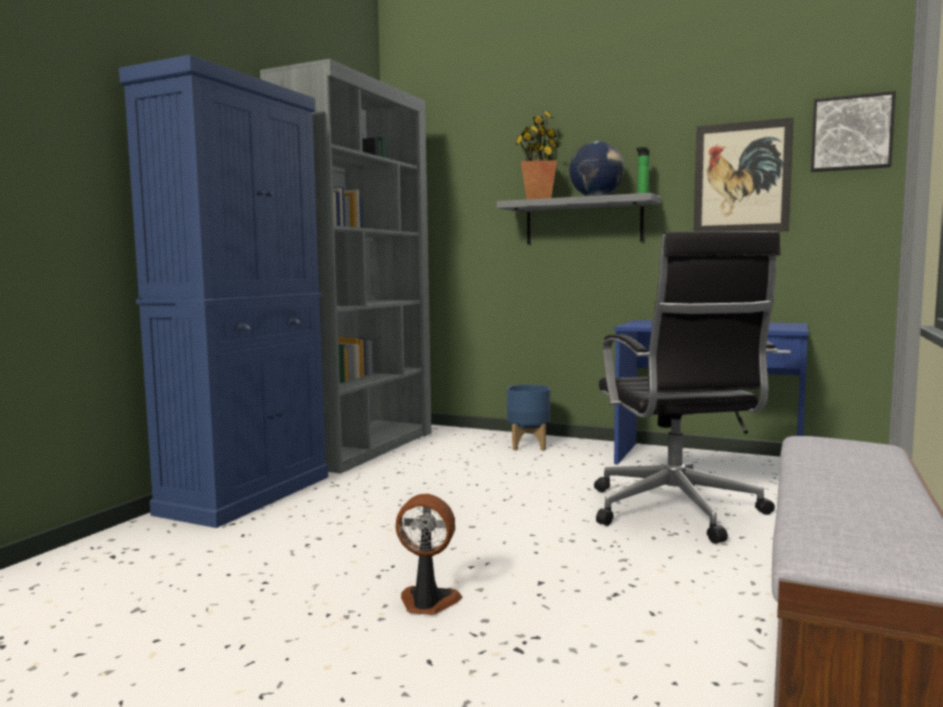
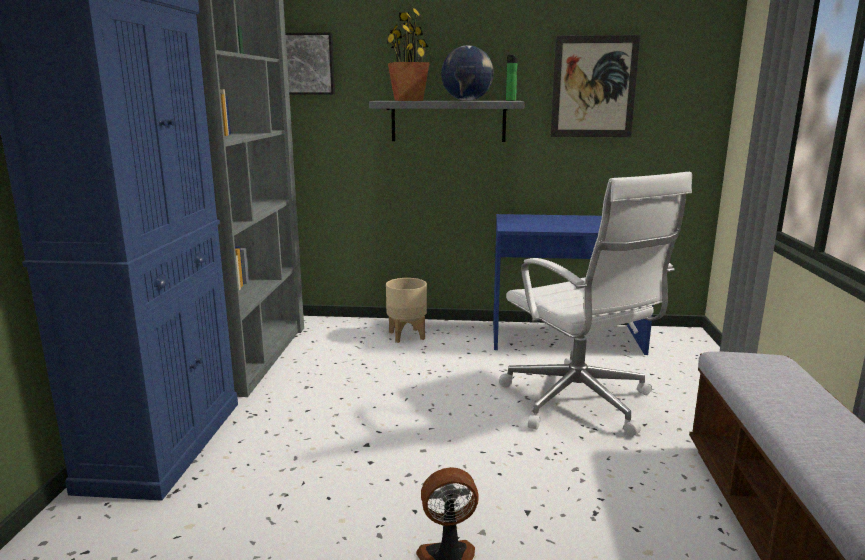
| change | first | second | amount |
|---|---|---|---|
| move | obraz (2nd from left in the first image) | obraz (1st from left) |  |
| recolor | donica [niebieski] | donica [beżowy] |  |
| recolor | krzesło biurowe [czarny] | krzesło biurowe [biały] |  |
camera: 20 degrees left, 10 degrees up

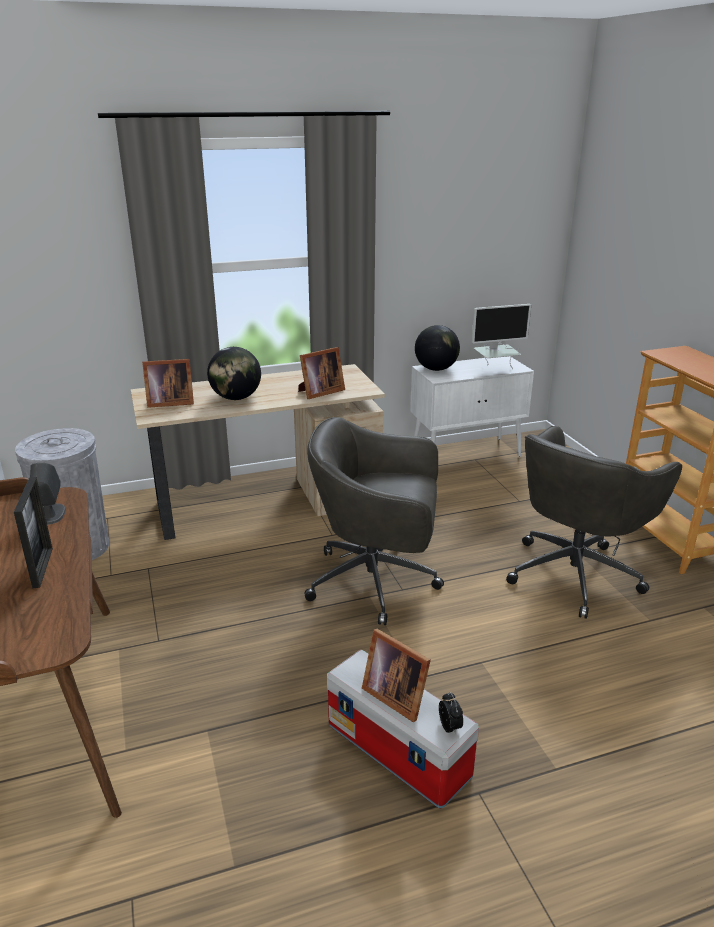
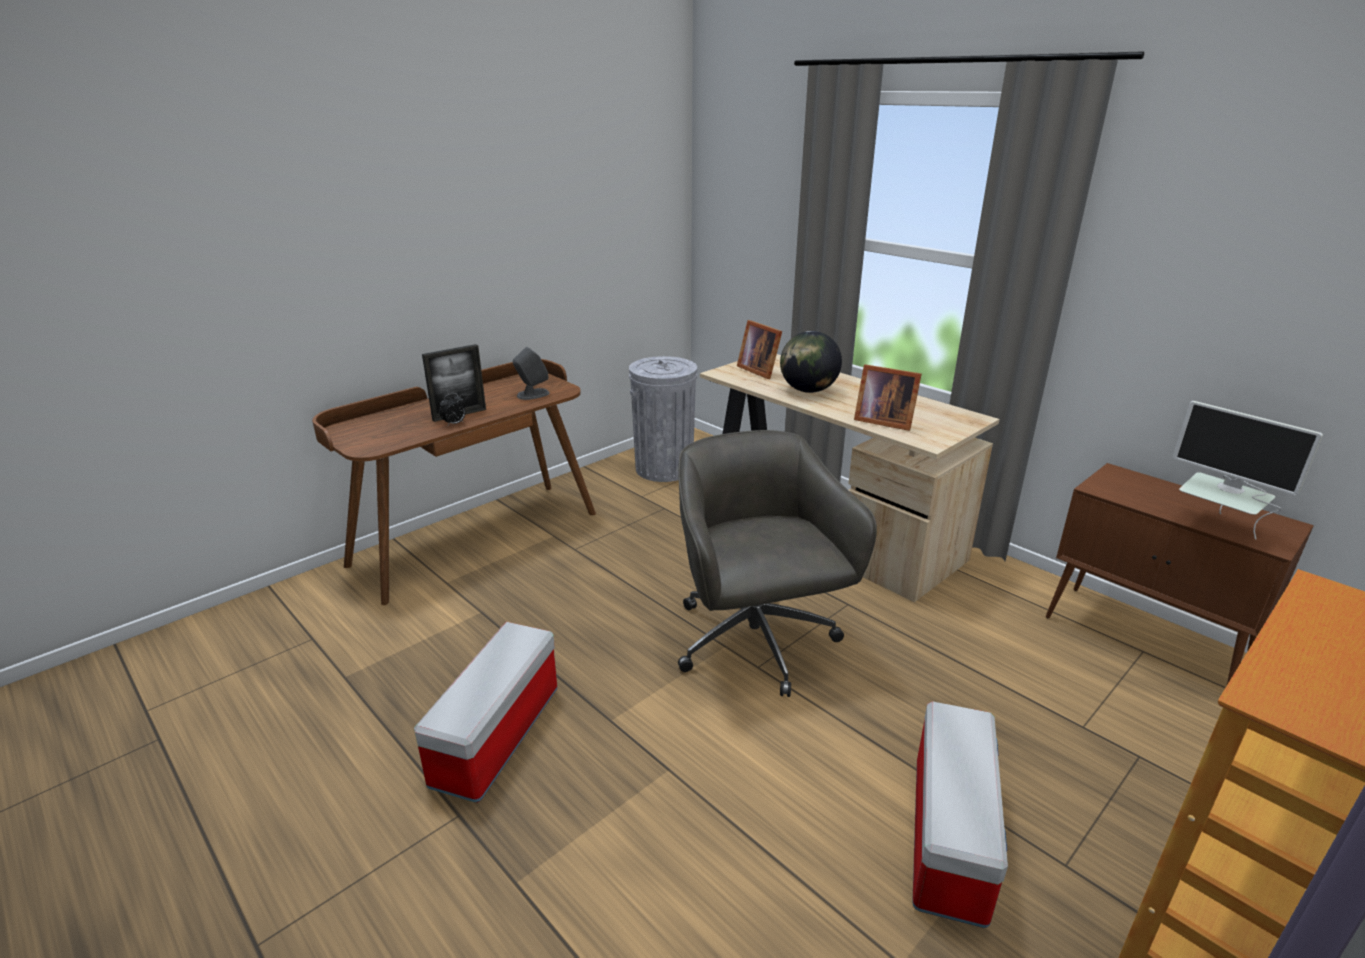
| change | first | second | amount |
|---|---|---|---|
| move | budzik |  |  |
| replace | krzesło biurowe [szary] (2nd from left) | pojemnik do przechowywania (2nd from left) |  |
| recolor | szafka [biały] | szafka [brązowy] |  |
| delete | ramka na zdjęcie (4th from left) |  |  |
| delete | globus (2nd from left) |  |  |
camera: 65 degrees right, 0 degrees up

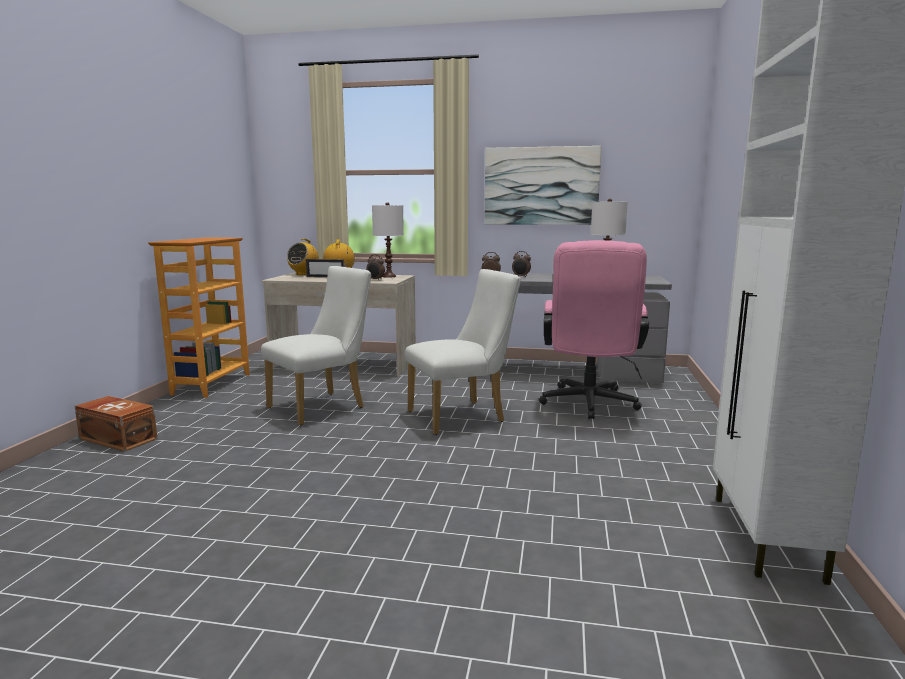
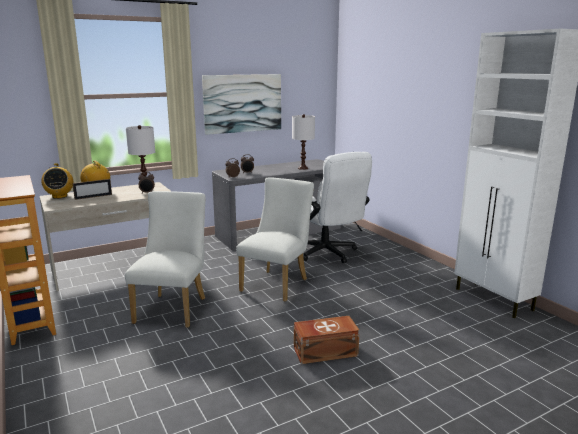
| change | first | second | amount |
|---|---|---|---|
| move | pojemnik do przechowywania [brązowy] |  |  |
| recolor | krzesło biurowe [różowy] | krzesło biurowe [biały] |  |
camera: 40 degrees left, 5 degrees up

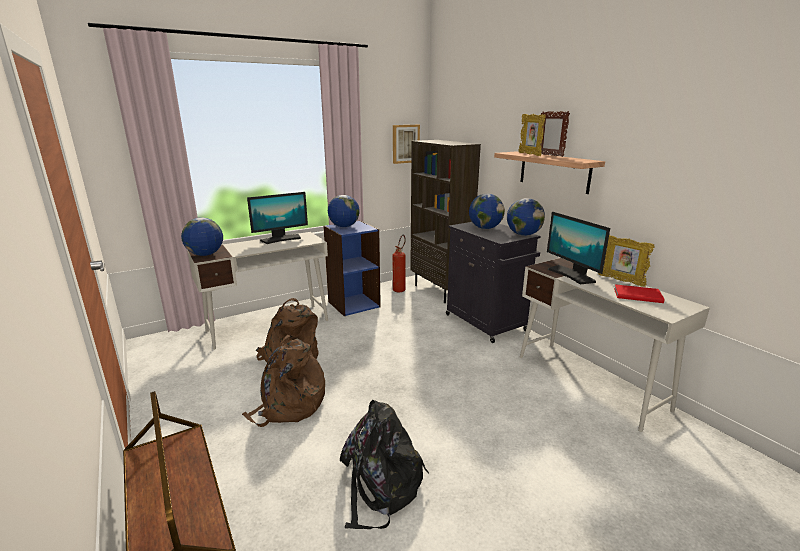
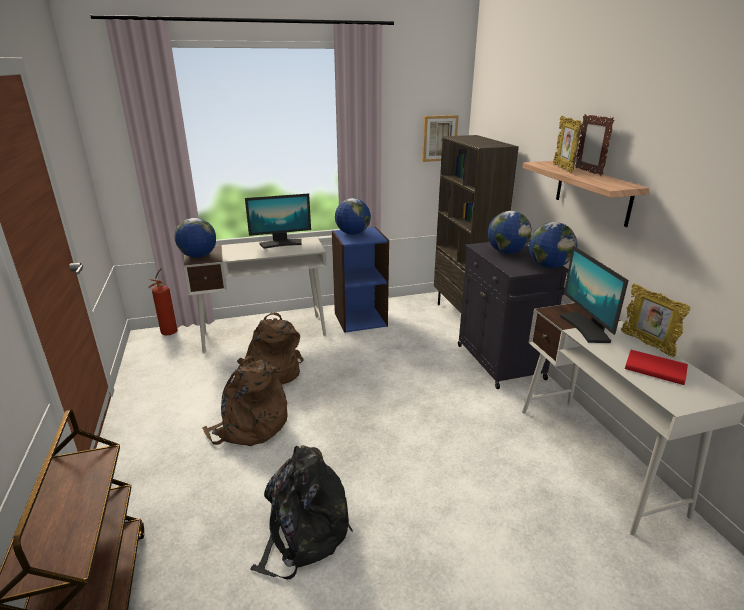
| change | first | second | amount |
|---|---|---|---|
| move | gaśnica |  |  |
camera: 15 degrees right, 5 degrees up

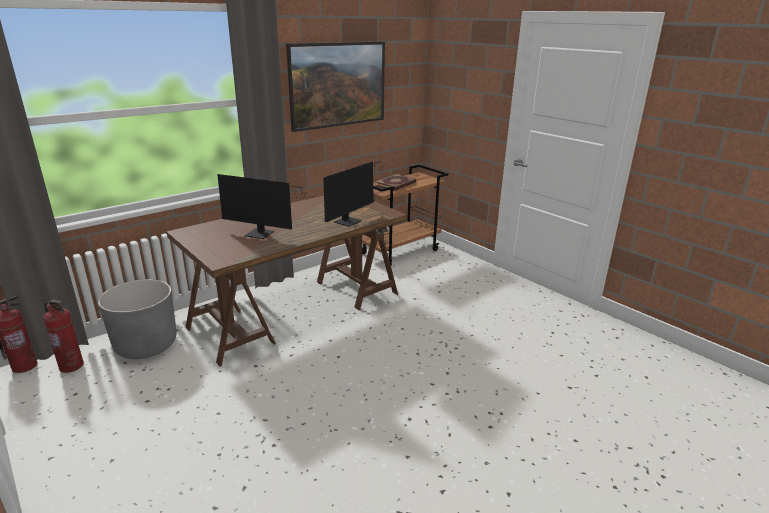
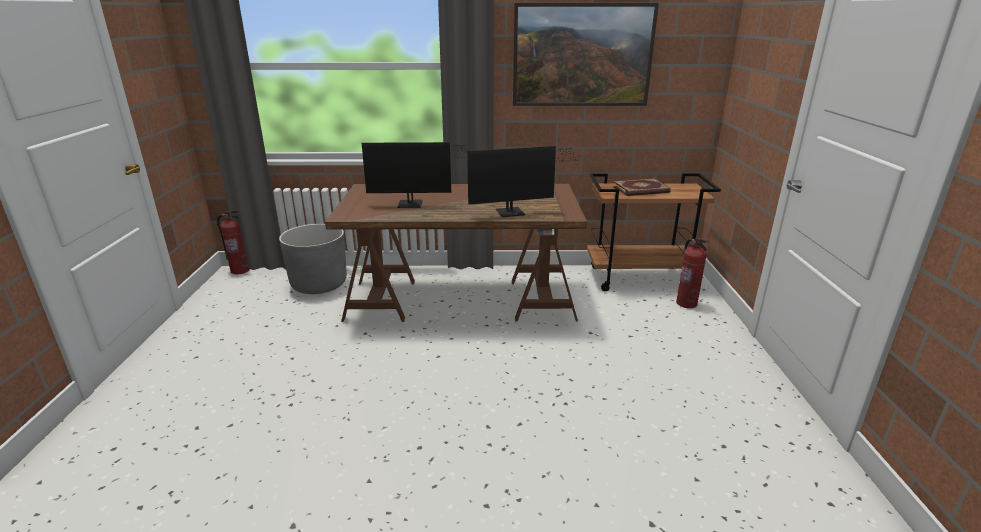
| change | first | second | amount |
|---|---|---|---|
| rotate | monitor (1st from left) |  | 60 degrees counterclockwise |
| move | gaśnica (2nd from left) |  |  |
camera: 40 degrees right, 0 degrees up

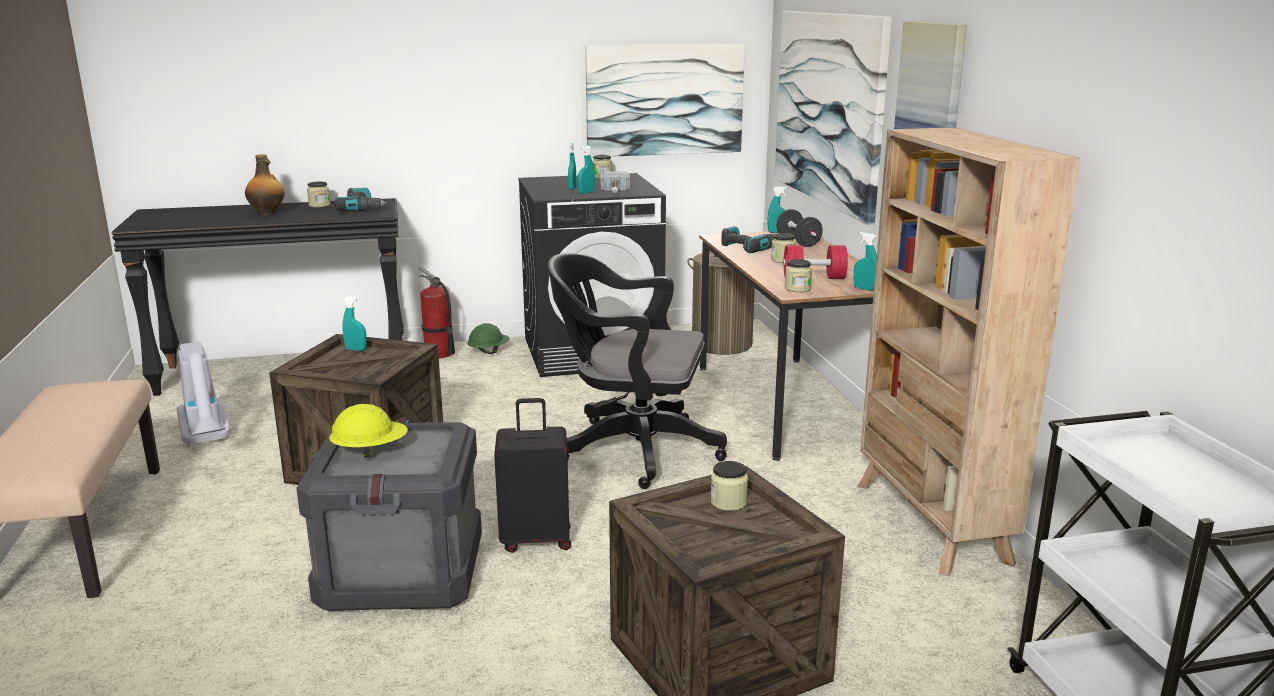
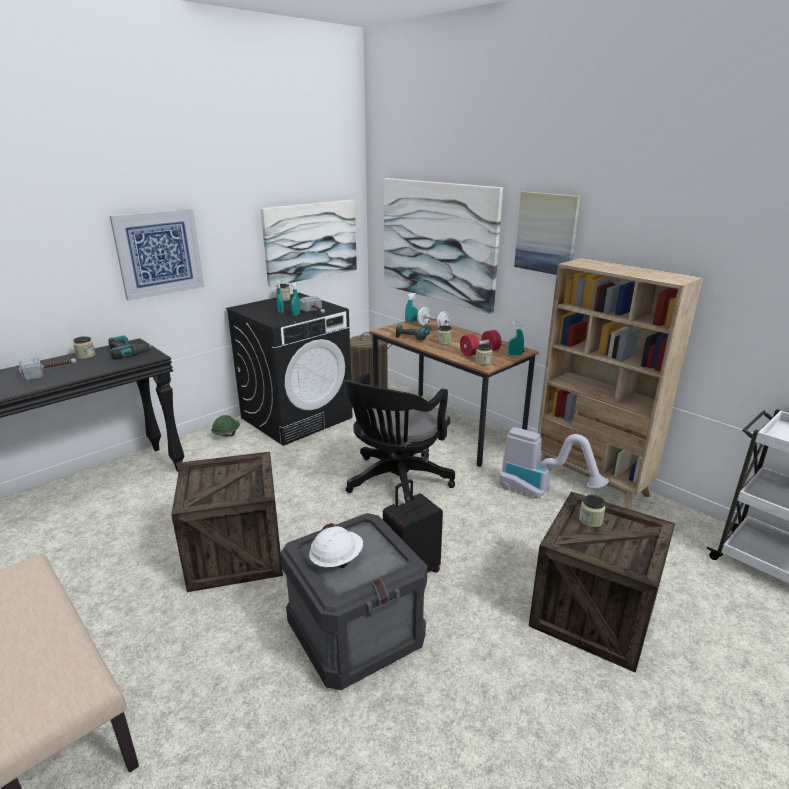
| change | first | second | amount |
|---|---|---|---|
| replace | butelka | młotek (1st from left) |  |
| insert |  | obraz (1st from left) |  |
| recolor | kask [żółty] | kask [biały] |  |
| rotate | krzesło biurowe [czarny] |  | 45 degrees counterclockwise |
| recolor | hantel [czarny] | hantel [biały] |  |
| move | odkurzacz |  |  |
| delete | spryskiwacz [turkusowy] (1st from left) |  |  |
| delete | gaśnica |  |  |
camera: 30 degrees left, 5 degrees up

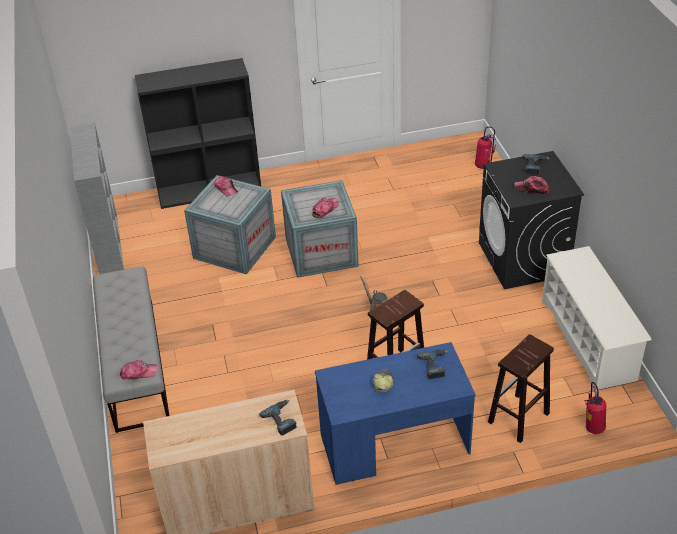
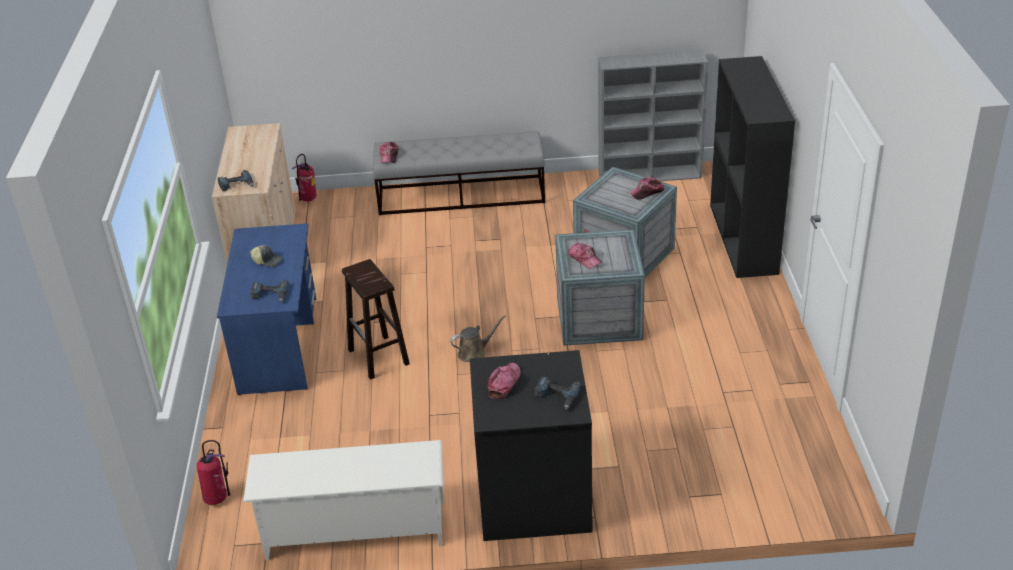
| change | first | second | amount |
|---|---|---|---|
| move | gaśnica (1st from left in the first image) | gaśnica (2nd from left) |  |
| delete | stołek [brązowy] (2nd from left) |  |  |
camera: 100 degrees right, 5 degrees down

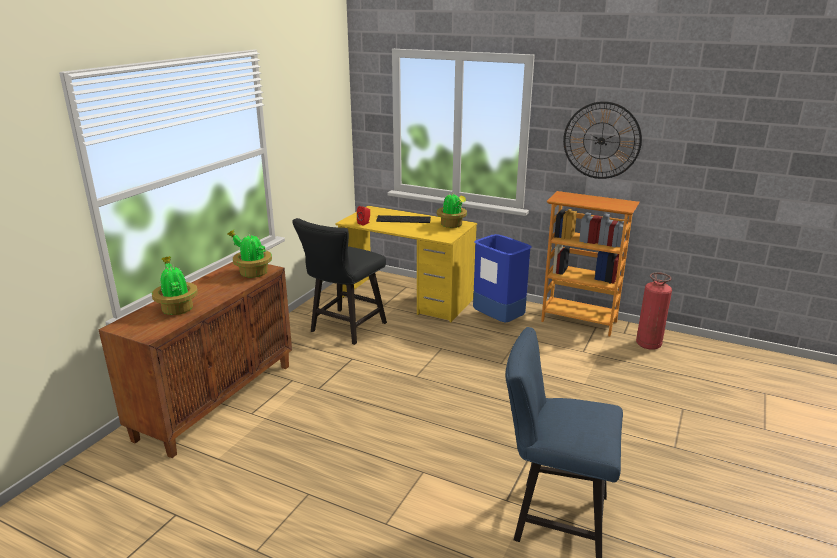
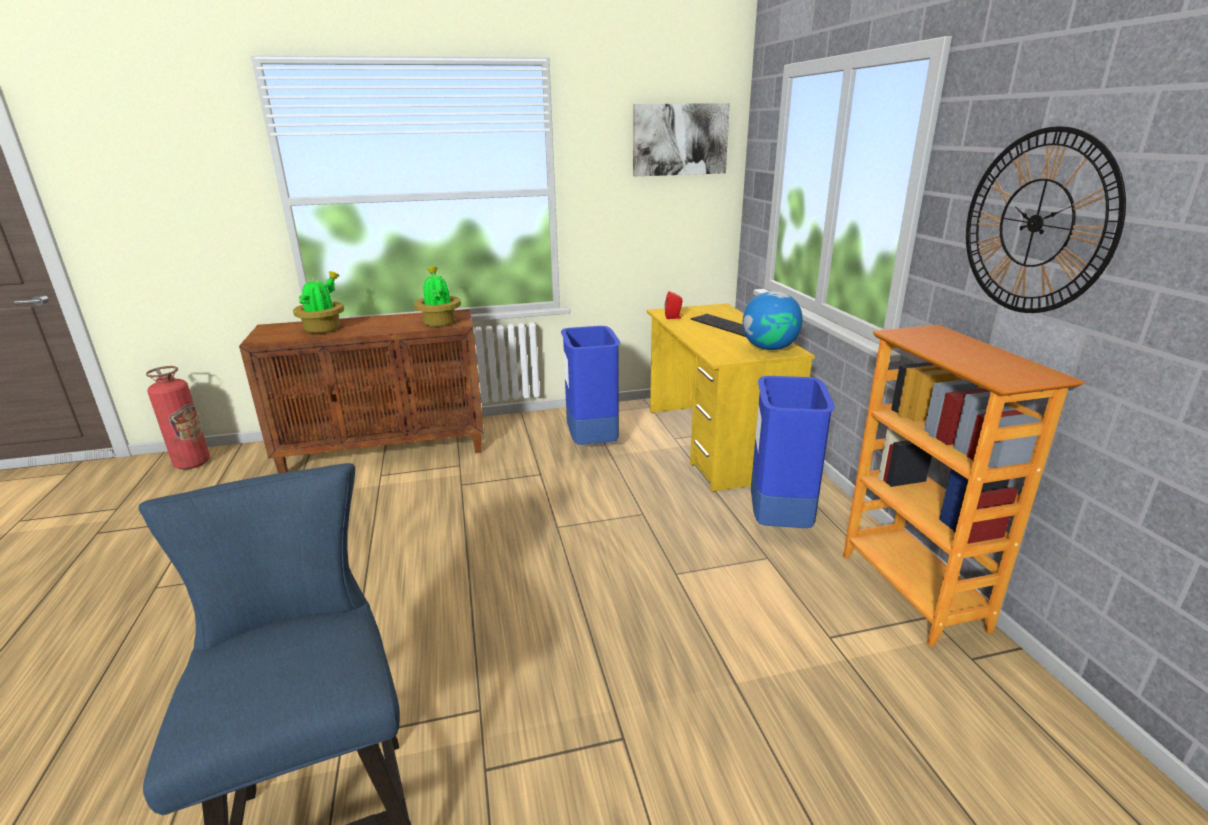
| change | first | second | amount |
|---|---|---|---|
| move | gaśnica |  |  |
| replace | krzesło [czarny] | kosz na śmieci [niebieski] (1st from left) |  |
| insert |  | obraz |  |
| replace | roślina doniczkowa (3rd from left) | globus |  |
camera: 50 degrees right, 0 degrees up

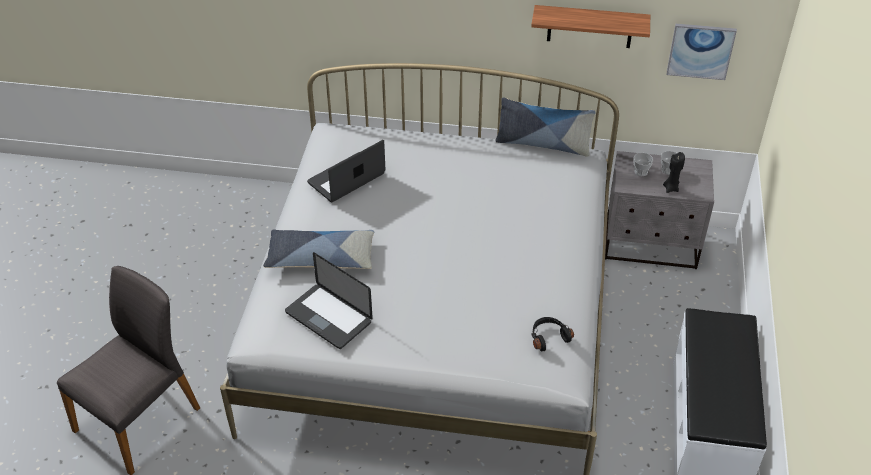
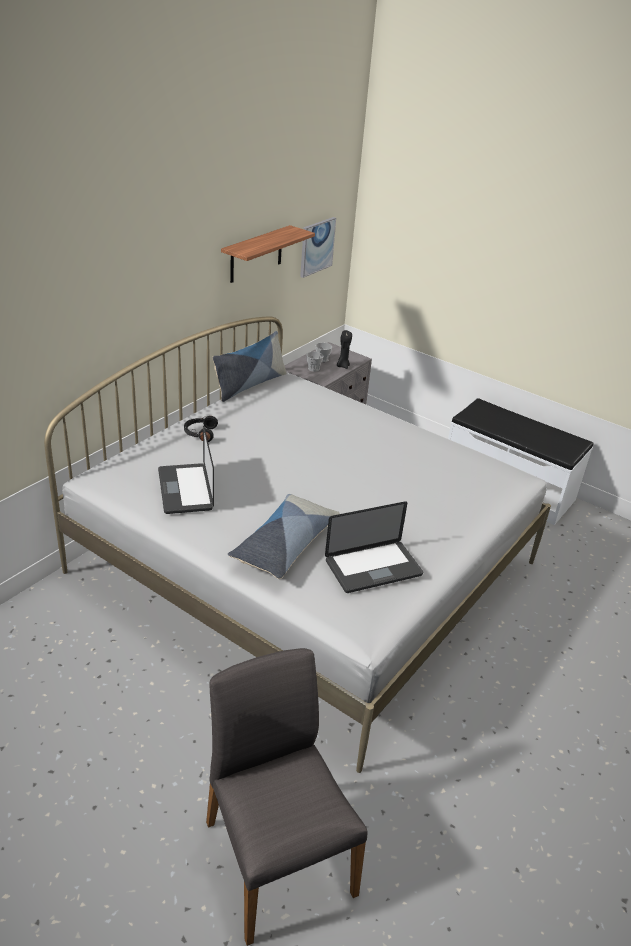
| change | first | second | amount |
|---|---|---|---|
| move | słuchawki [czarny] |  |  |
camera: 65 degrees left, 10 degrees down

